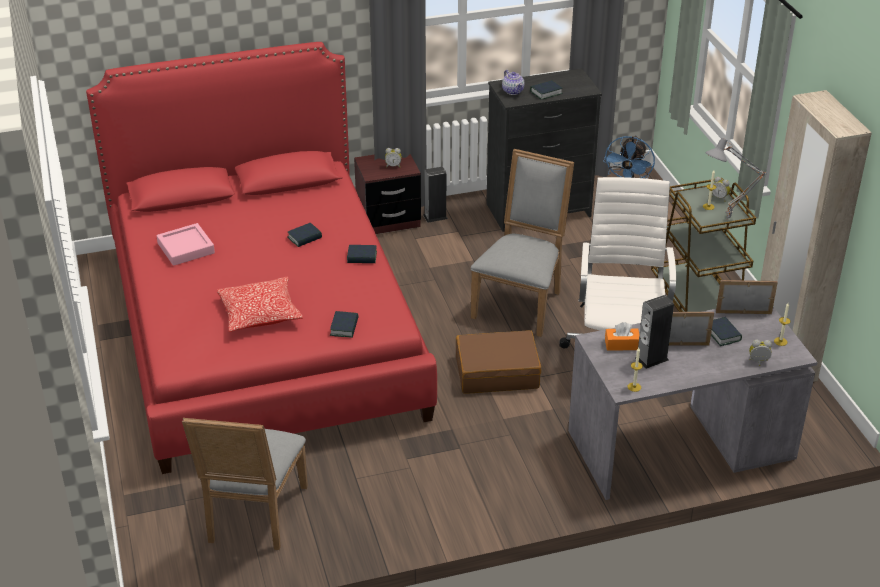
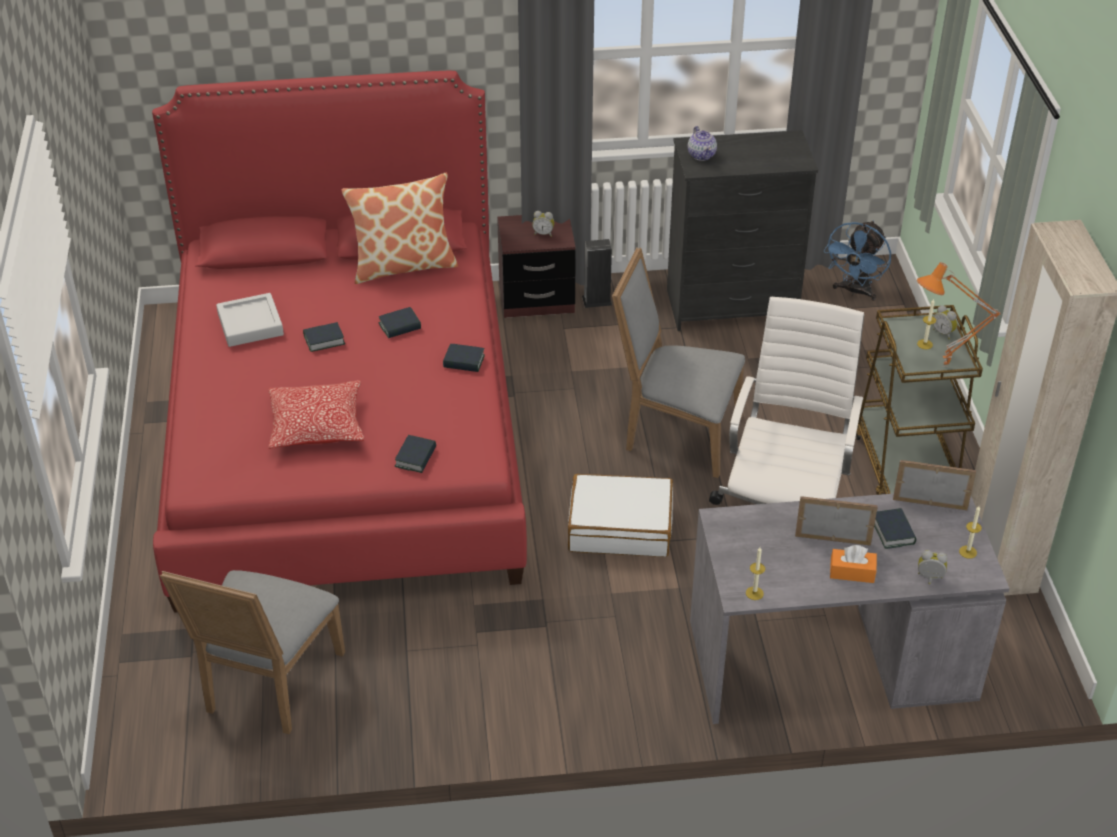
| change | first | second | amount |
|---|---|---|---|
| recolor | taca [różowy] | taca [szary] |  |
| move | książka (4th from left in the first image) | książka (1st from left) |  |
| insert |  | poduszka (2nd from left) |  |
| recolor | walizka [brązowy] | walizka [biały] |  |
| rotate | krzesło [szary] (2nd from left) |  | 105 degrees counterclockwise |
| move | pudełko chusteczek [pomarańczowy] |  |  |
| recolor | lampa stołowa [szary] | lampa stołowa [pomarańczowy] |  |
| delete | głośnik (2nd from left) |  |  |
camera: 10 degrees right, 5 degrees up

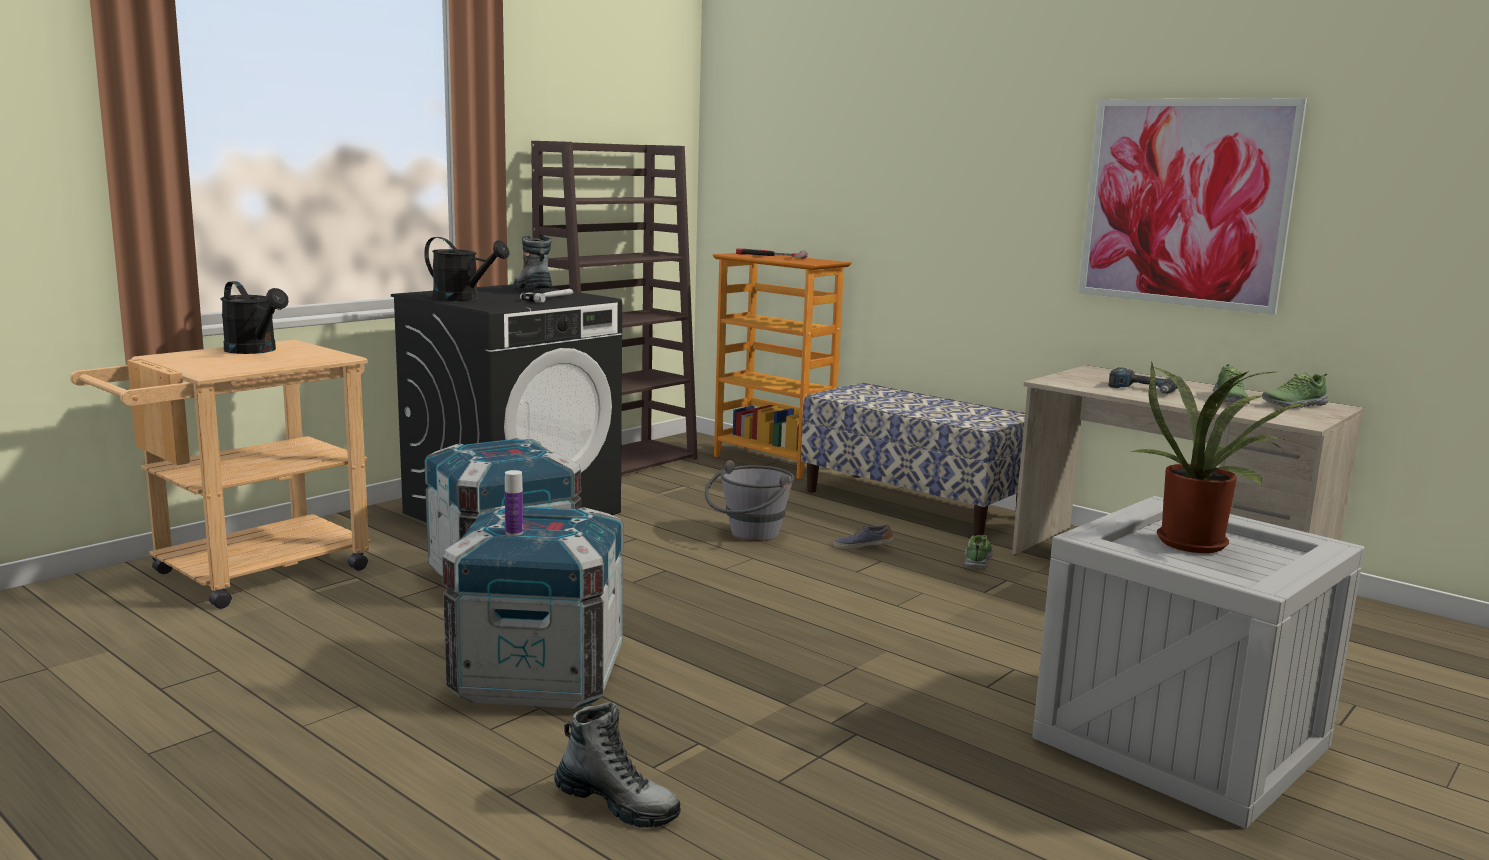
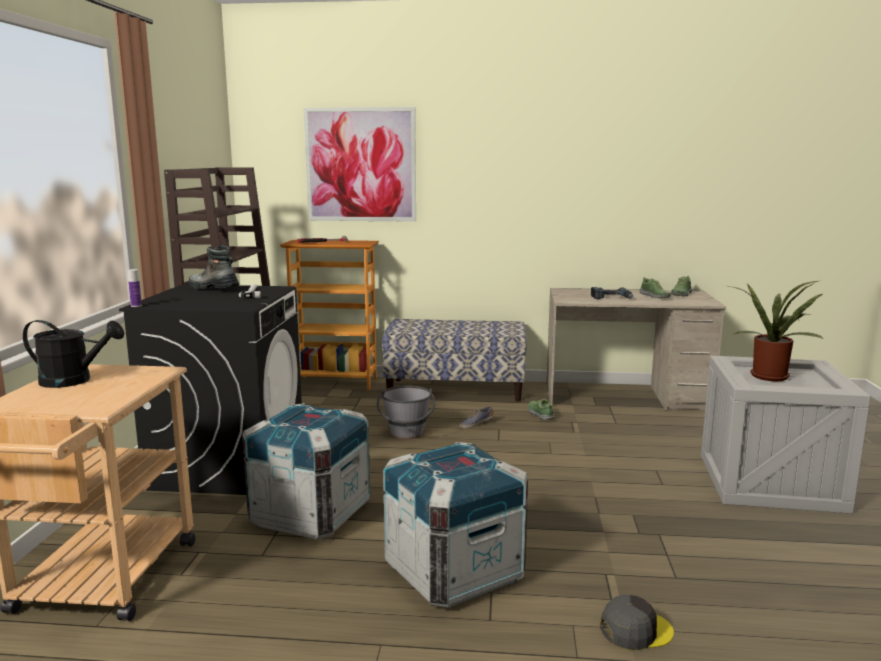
| change | first | second | amount |
|---|---|---|---|
| move | butelka |  |  |
| move | obraz |  |  |
| replace | but z cholewką (2nd from left) | czapka z daszkiem [szary] |  |
| delete | konewka [czarny] (2nd from left) |  |  |
camera: 35 degrees left, 0 degrees up

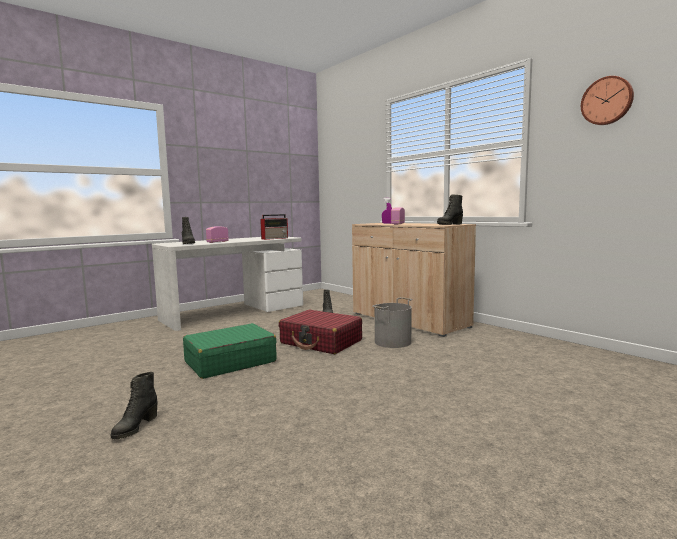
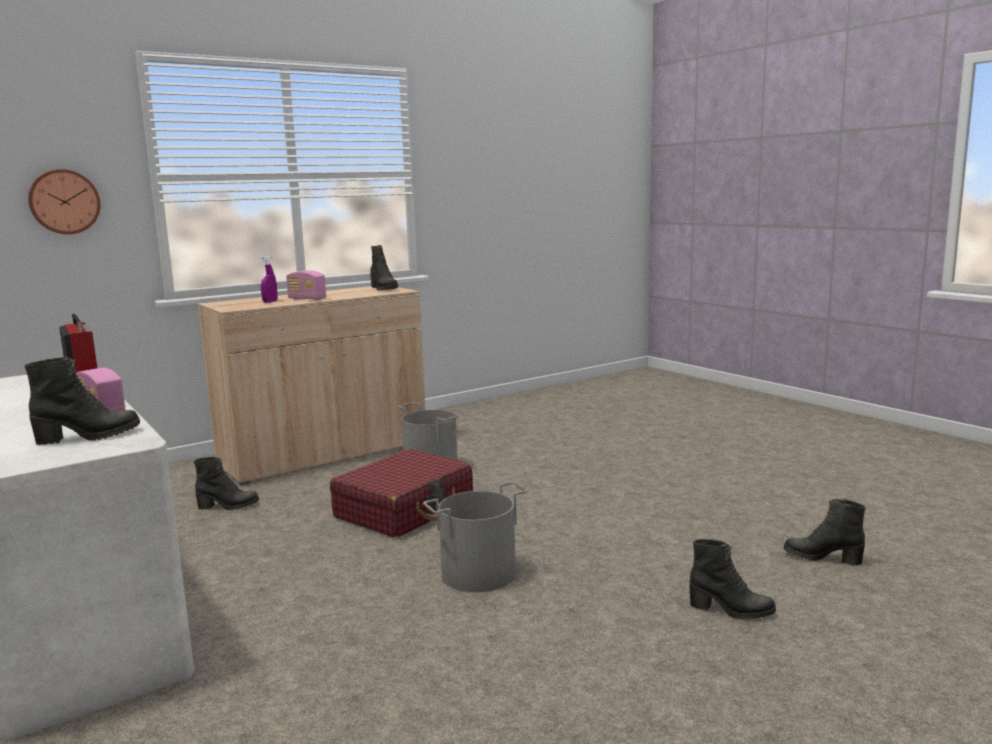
| change | first | second | amount |
|---|---|---|---|
| move | zegar ścienny |  |  |
| replace | walizka [zielony] | wiadro [szary] (2nd from left) |  |
| insert |  | but z cholewką [czarny] (5th from left) |  |
camera: 85 degrees left, 5 degrees up

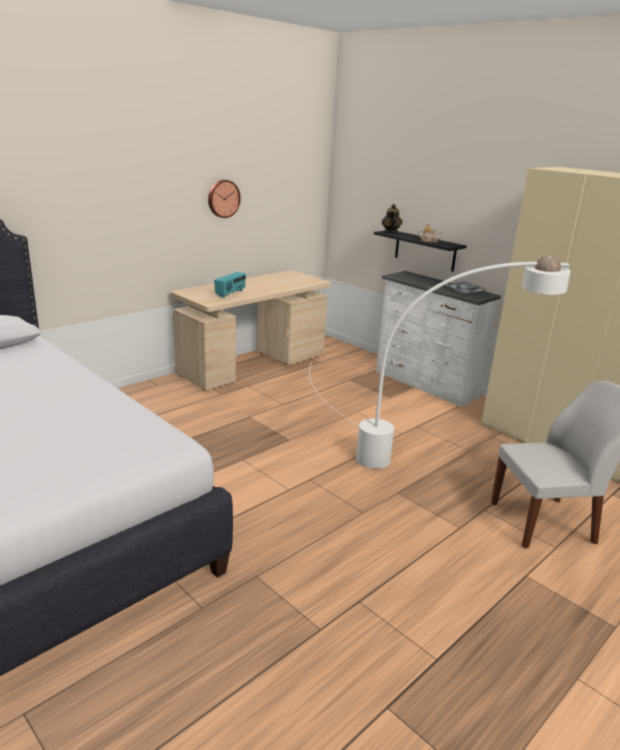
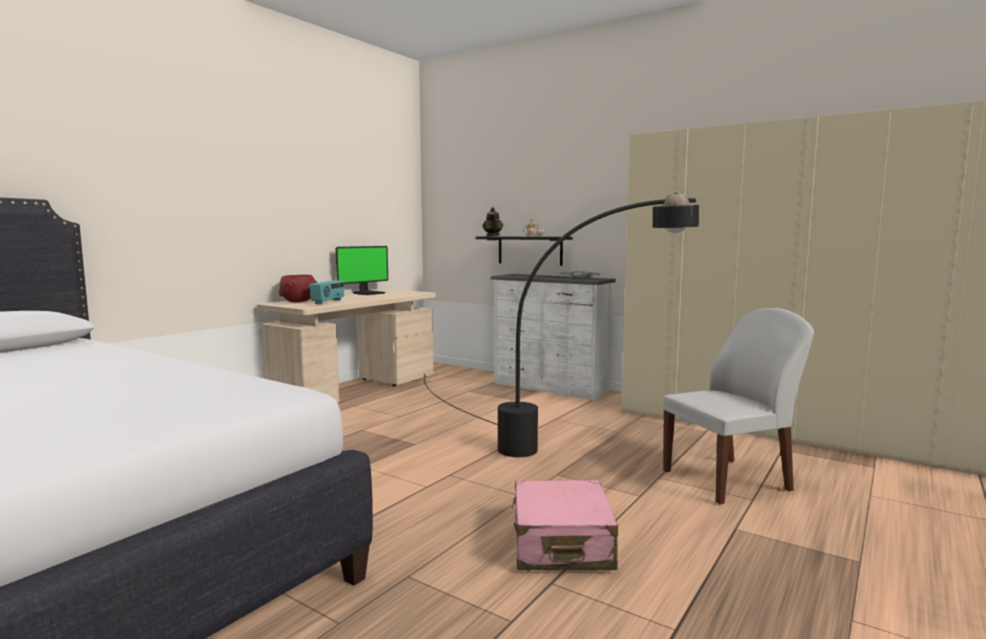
| change | first | second | amount |
|---|---|---|---|
| insert |  | miska [czerwony] |  |
| insert |  | monitor |  |
| recolor | lampa stojąca [biały] | lampa stojąca [czarny] |  |
| insert |  | walizka [różowy] |  |
| delete | zegar ścienny |  |  |
camera: 10 degrees left, 15 degrees down

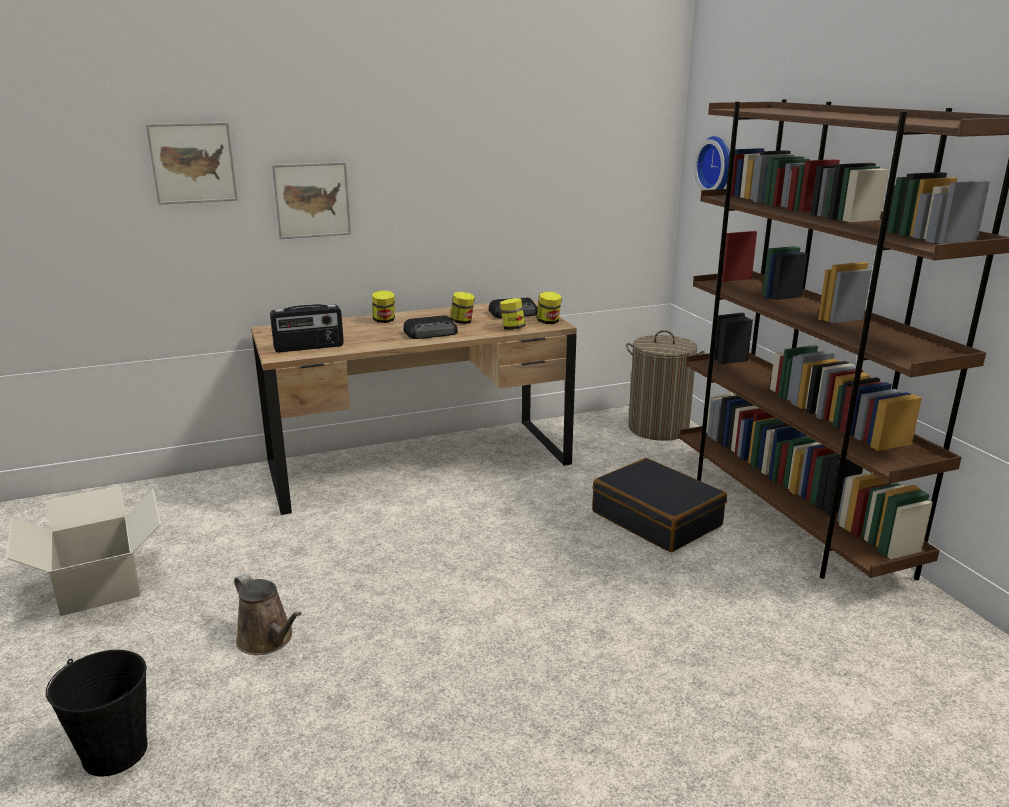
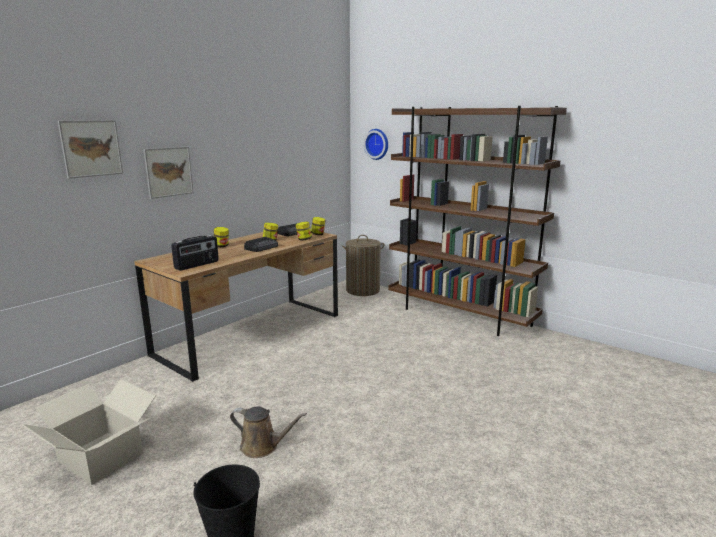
| change | first | second | amount |
|---|---|---|---|
| delete | walizka [czarny] |  |  |
camera: 30 degrees left, 5 degrees down

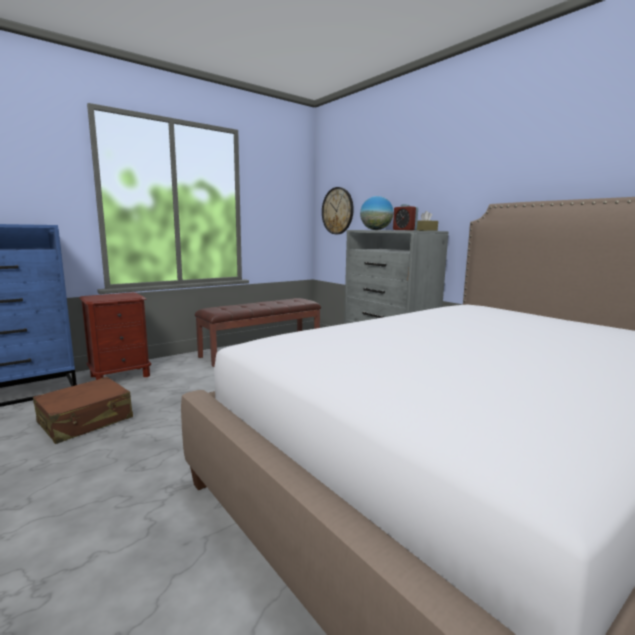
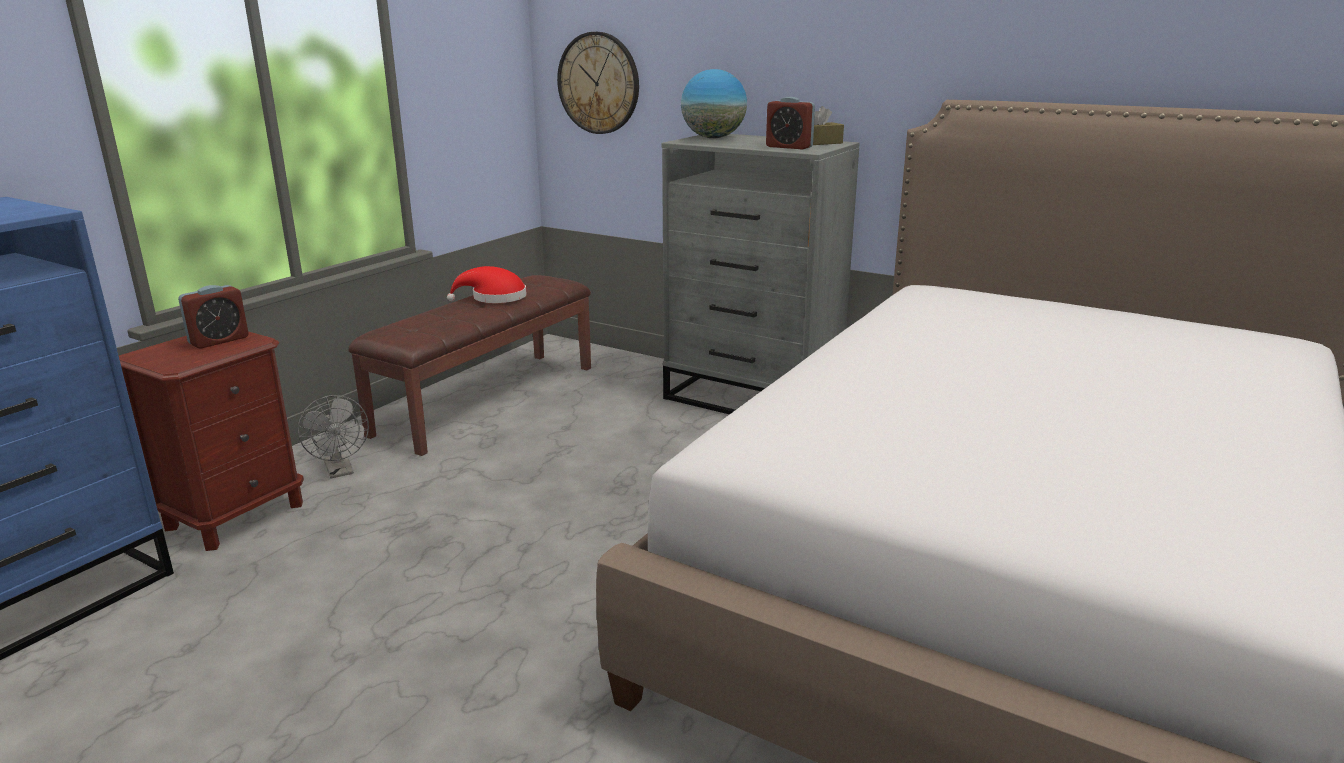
| change | first | second | amount |
|---|---|---|---|
| insert |  | budzik (1st from left) |  |
| insert |  | wentylator [szary] |  |
| insert |  | kapelusz [czerwony] |  |
| delete | walizka [brązowy] |  |  |
camera: 20 degrees left, 10 degrees up

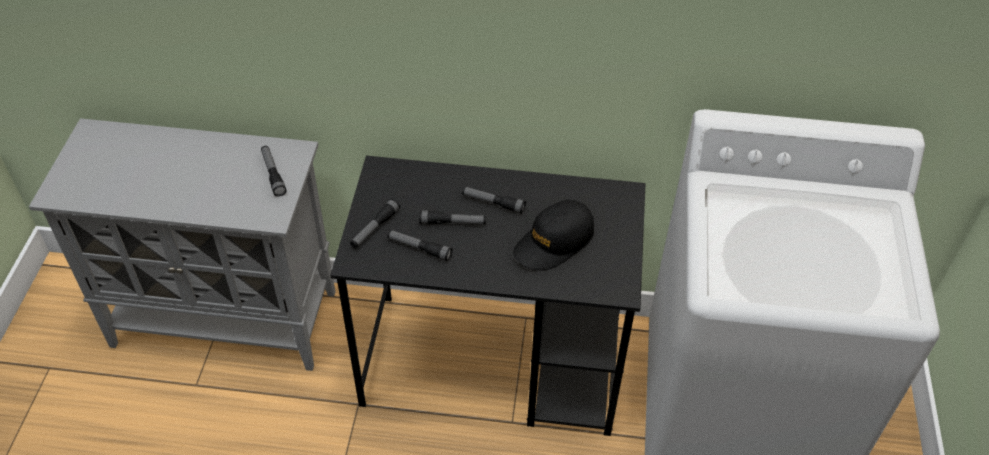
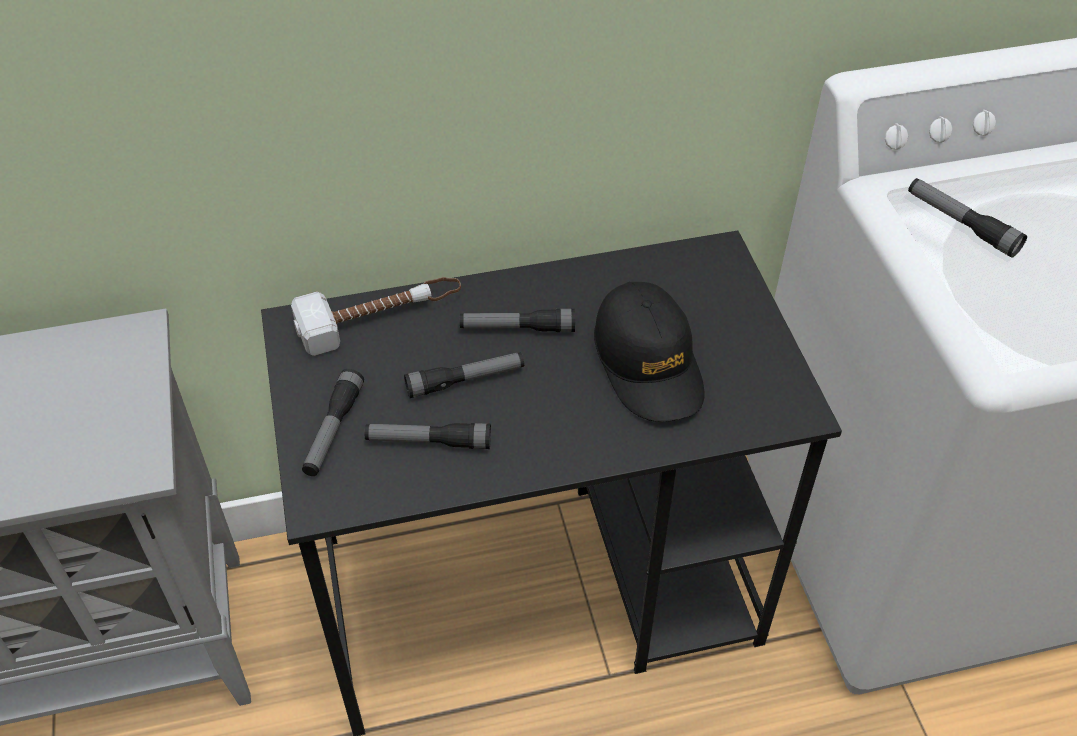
| change | first | second | amount |
|---|---|---|---|
| insert |  | młotek |  |
| rotate | czapka z daszkiem [czarny] |  | 45 degrees counterclockwise |
| move | latarka (1st from left in the first image) | latarka (5th from left) |  |
camera: 20 degrees left, 0 degrees up

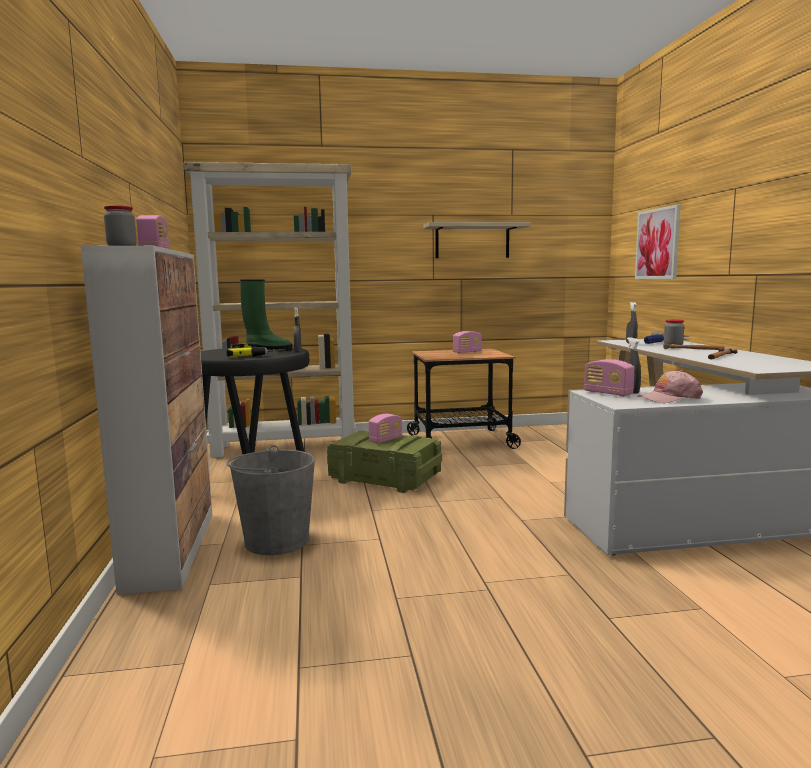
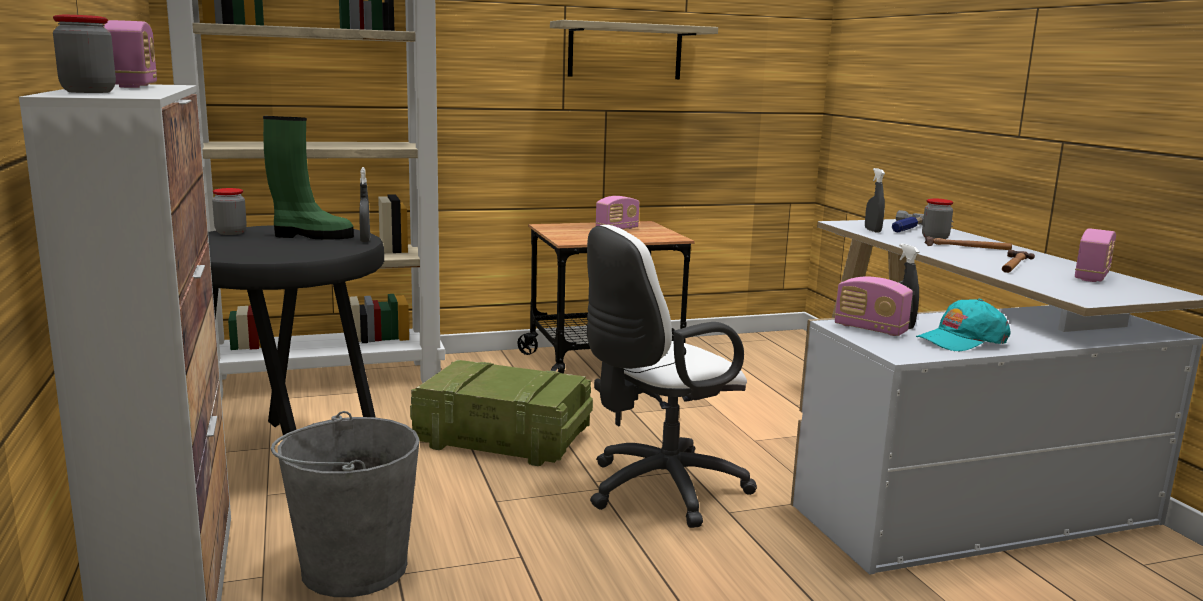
| change | first | second | amount |
|---|---|---|---|
| insert |  | słoik (2nd from left) |  |
| insert |  | krzesło biurowe [biały] |  |
| recolor | czapka z daszkiem [różowy] | czapka z daszkiem [turkusowy] |  |
| move | radio (2nd from left in the first image) | radio (4th from left) |  |
| delete | wiertarka |  |  |
| delete | obraz |  |  |
camera: 10 degrees left, 5 degrees up

